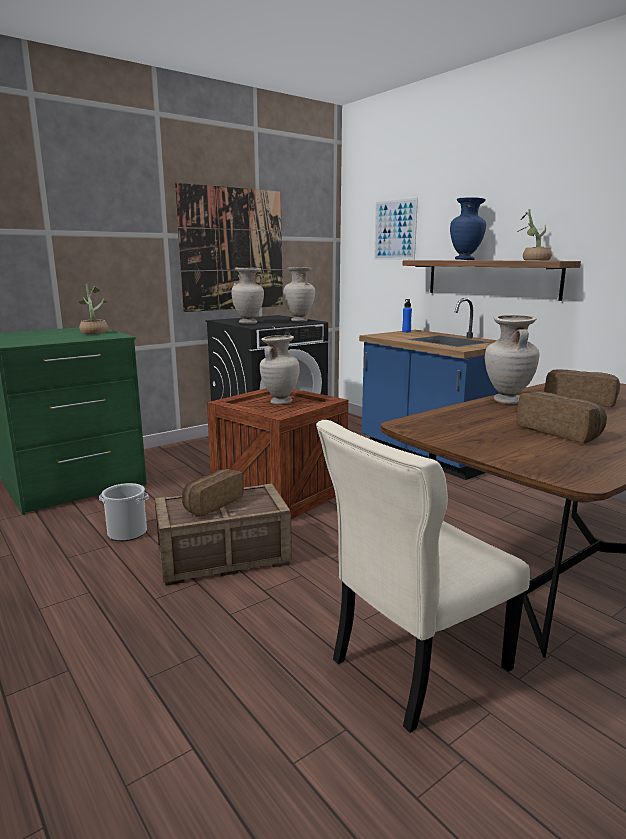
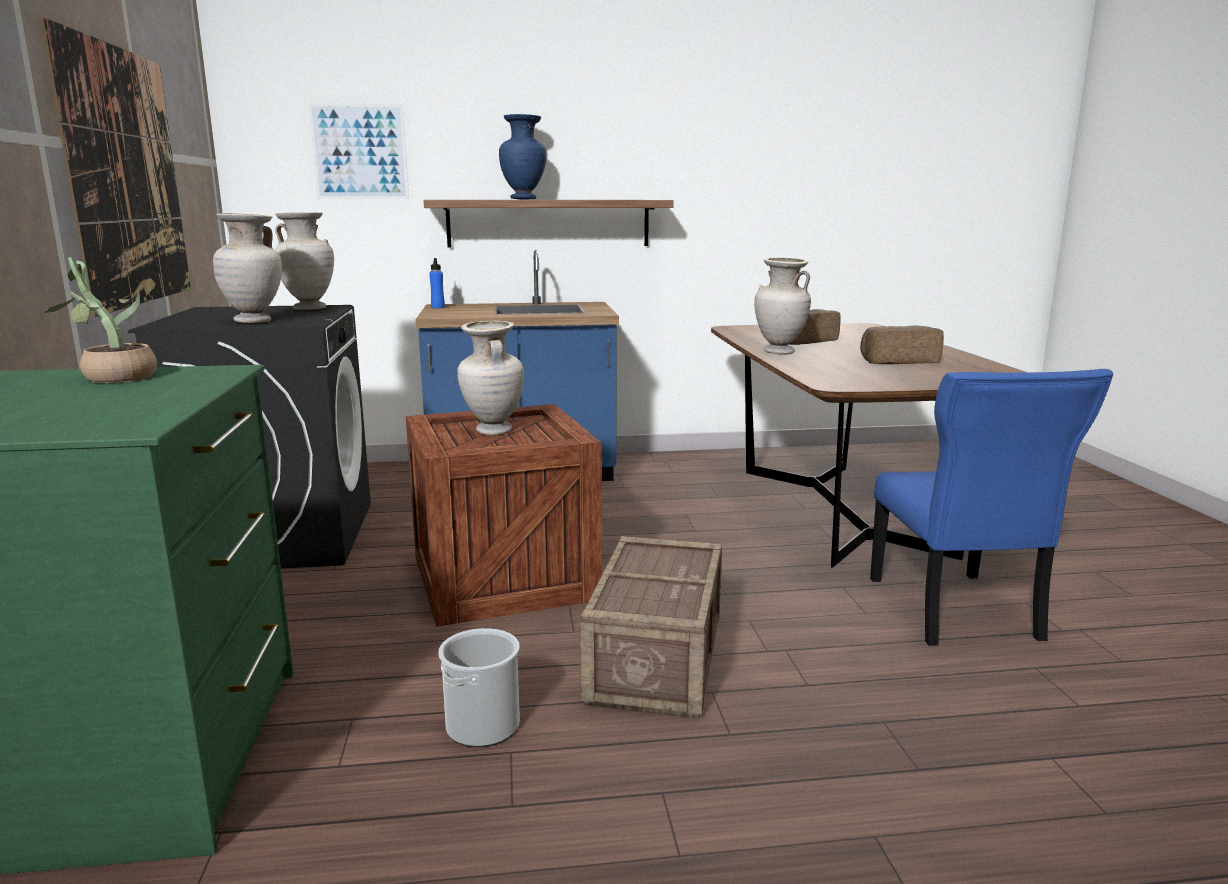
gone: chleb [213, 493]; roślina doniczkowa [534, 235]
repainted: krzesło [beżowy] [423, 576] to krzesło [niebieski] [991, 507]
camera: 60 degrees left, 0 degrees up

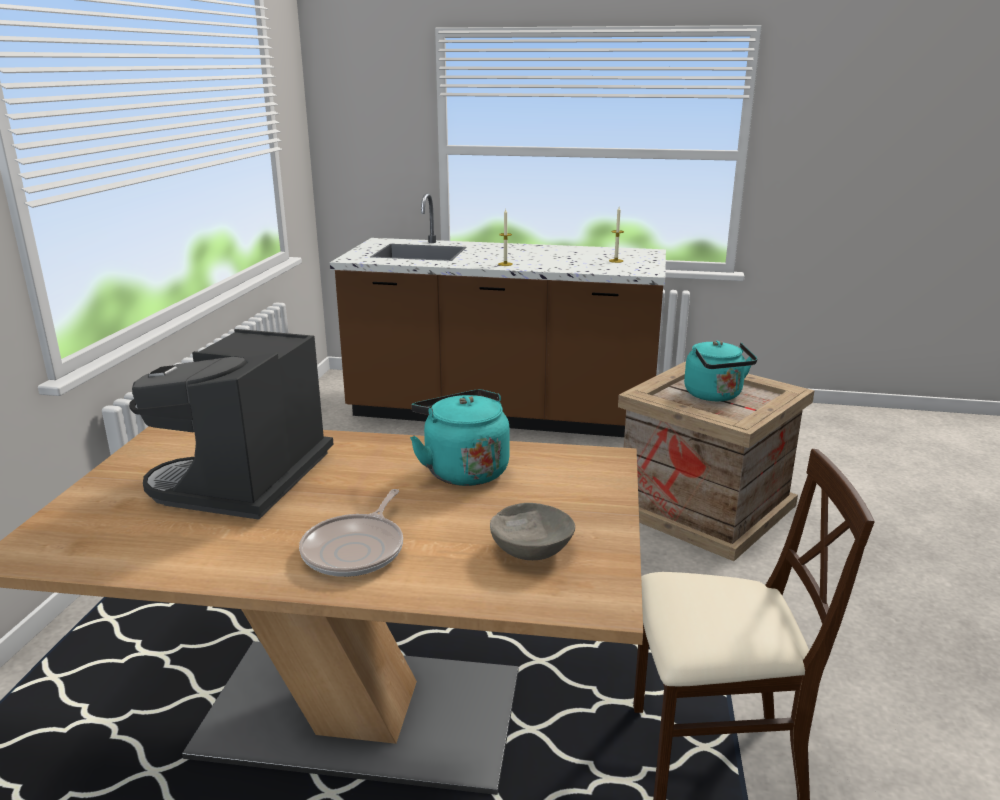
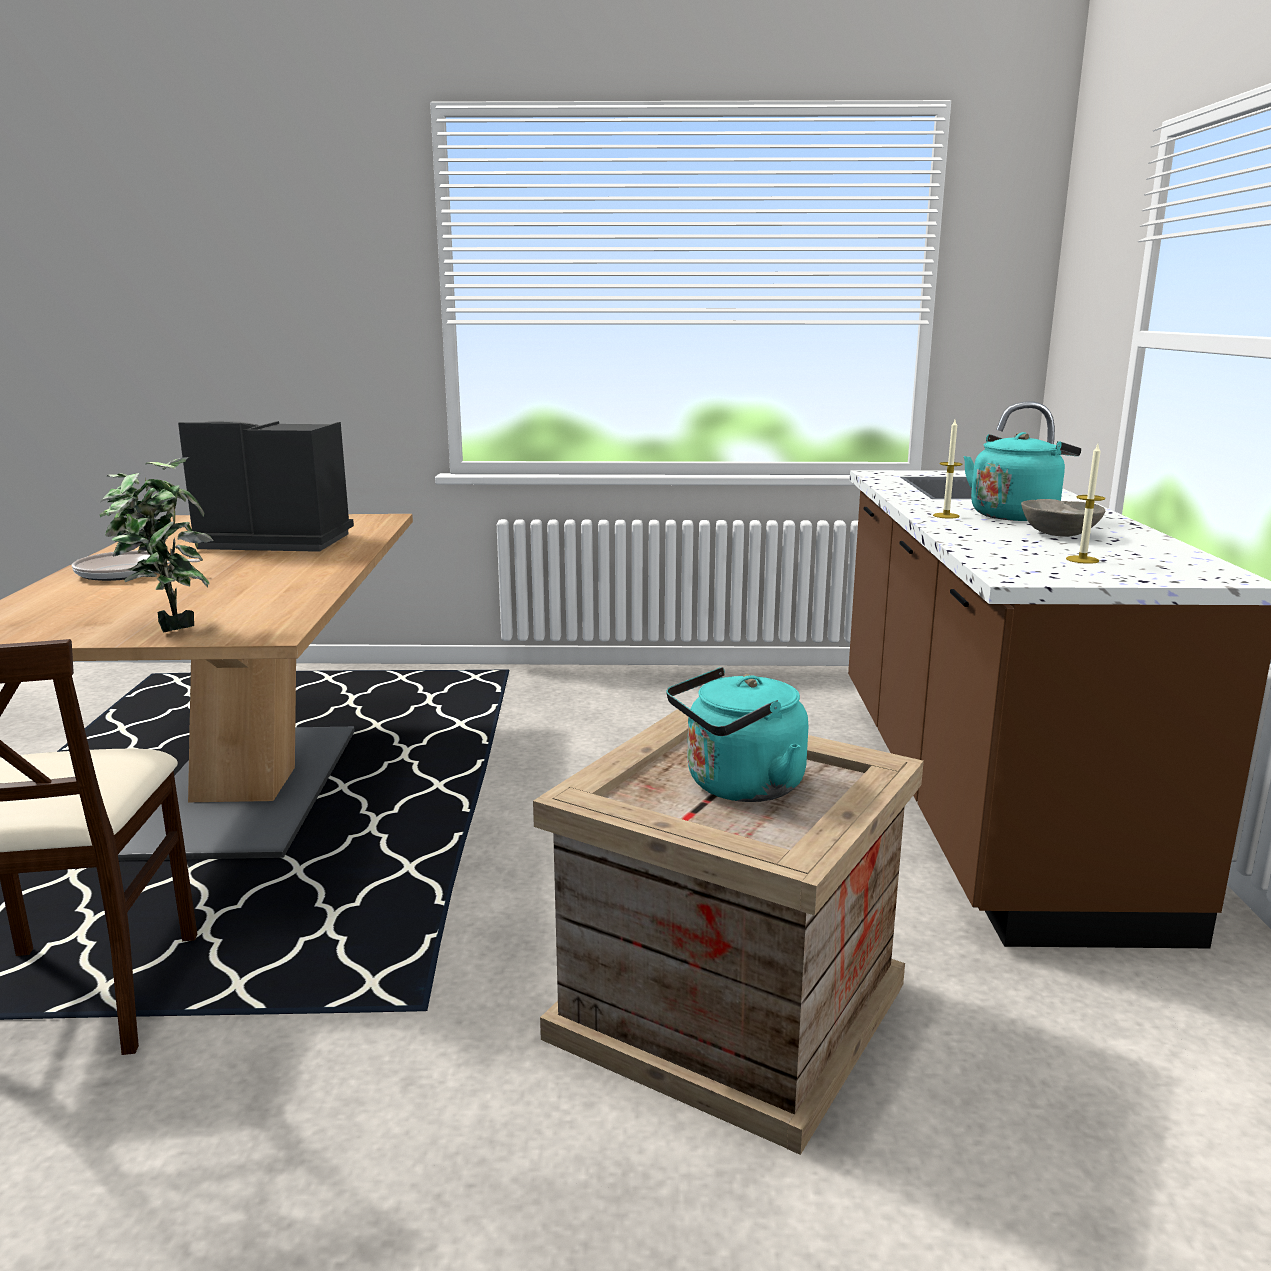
new: roślina doniczkowa [156, 544]
shifted: czajnik [turkusowy] [460, 437] to [1022, 476]; miska [szary] [532, 531] to [1063, 518]
camera: 80 degrees right, 5 degrees down

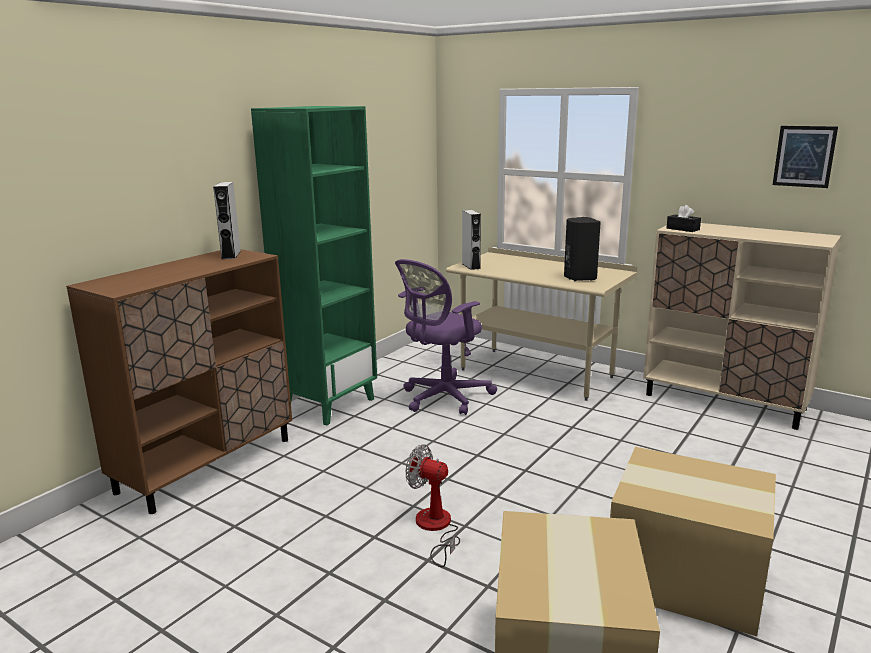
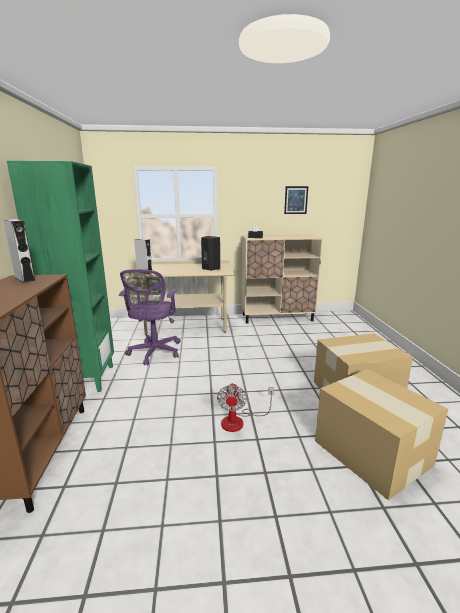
rotated: wentylator [433, 505] = [245, 407] 75 degrees counterclockwise
camera: 40 degrees left, 0 degrees up

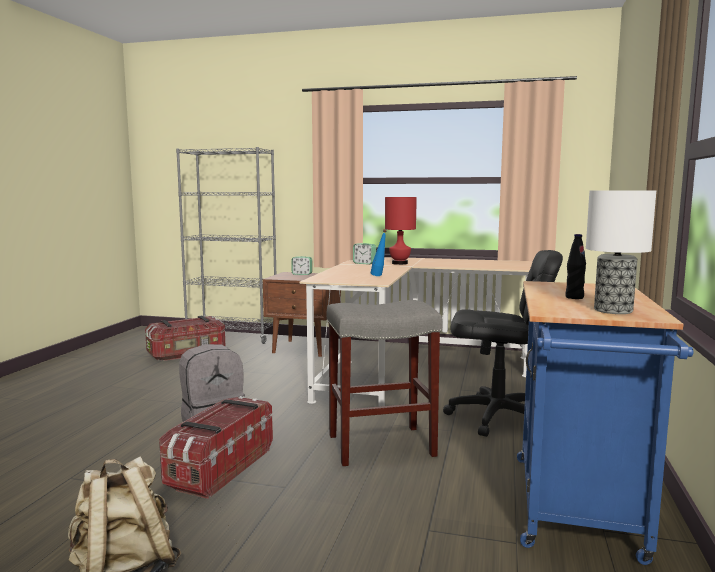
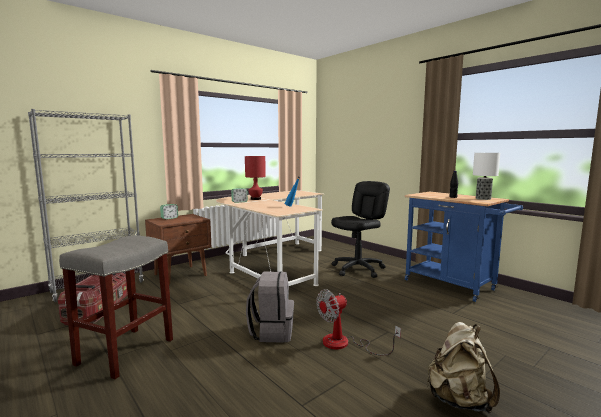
shifted: stołek [szary] [384, 383] to [116, 307]
swapped: pojemnik do przechowywania [216, 447] to wentylator [358, 322]
camera: 55 degrees left, 0 degrees up

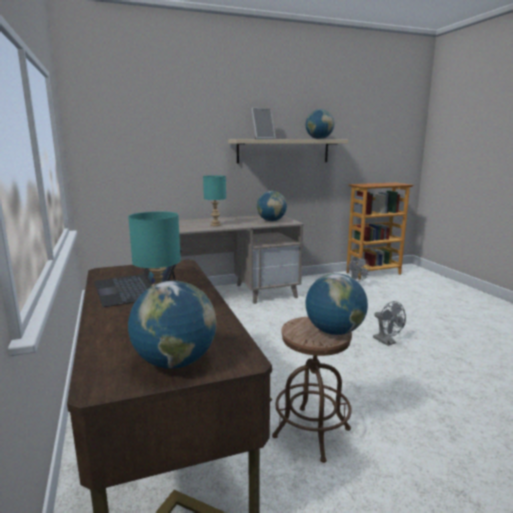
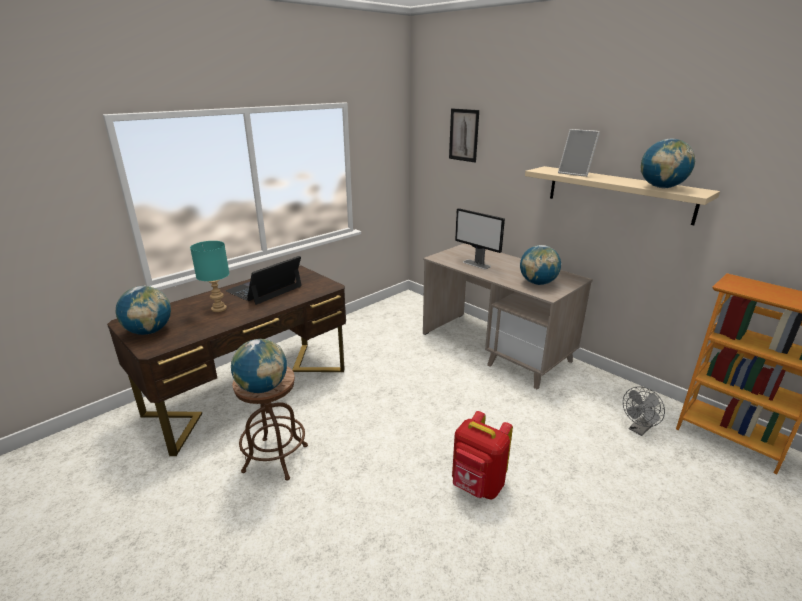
new: obraz [464, 135]
swapped: lampa stołowa [turkusowy] [214, 200] to monitor [480, 238]; wentylator [szary] [389, 323] to plecak [czerwony] [482, 455]
camera: 65 degrees right, 10 degrees up

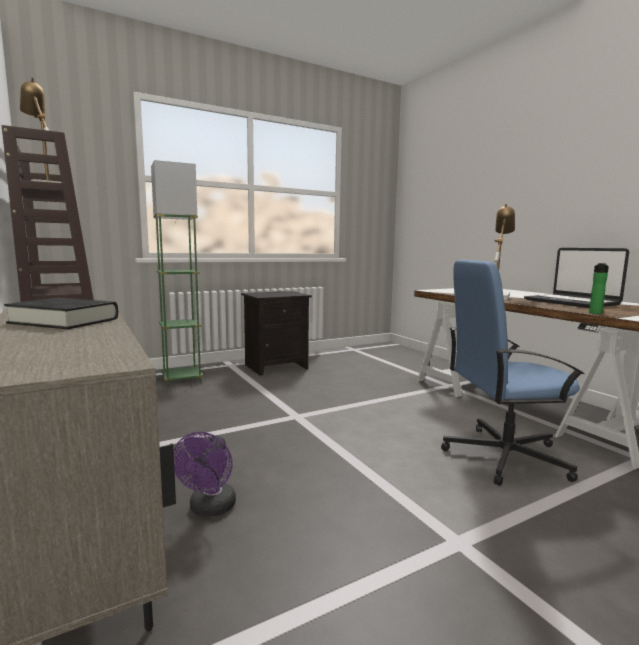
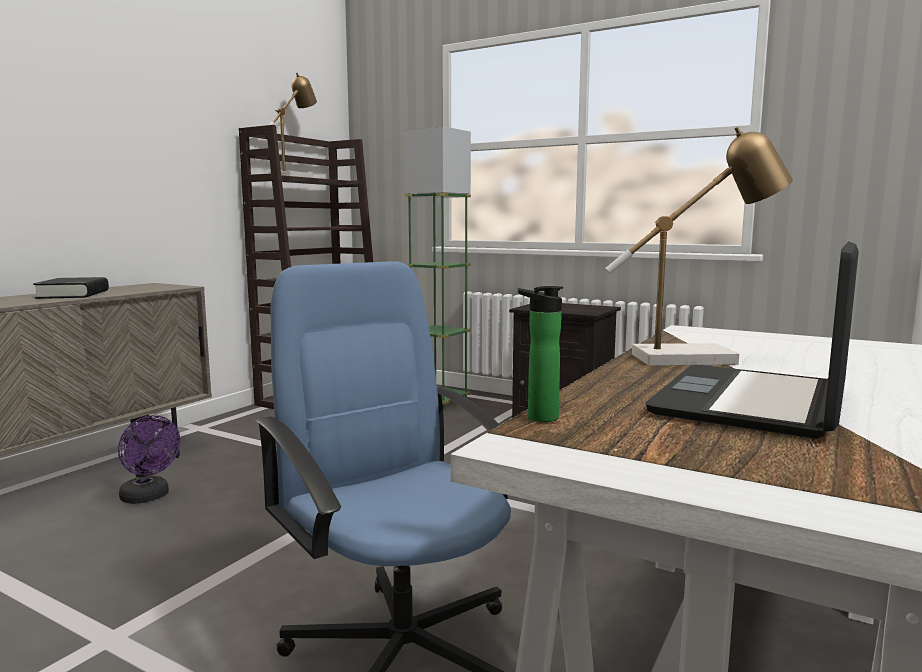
rotated: wentylator [fioletowy] [204, 474] = [149, 459] 120 degrees counterclockwise
camera: 60 degrees right, 0 degrees up

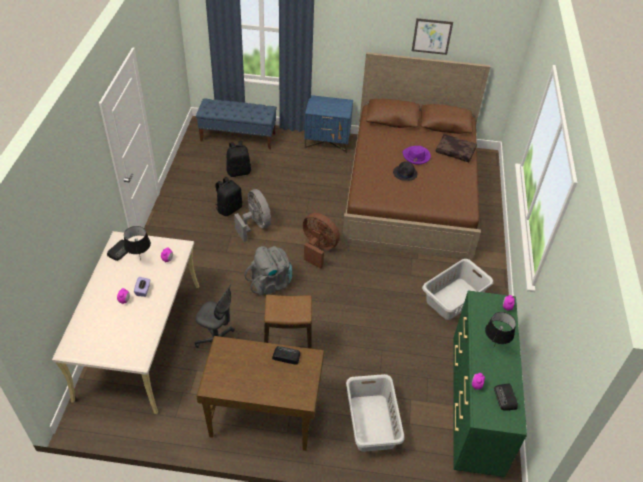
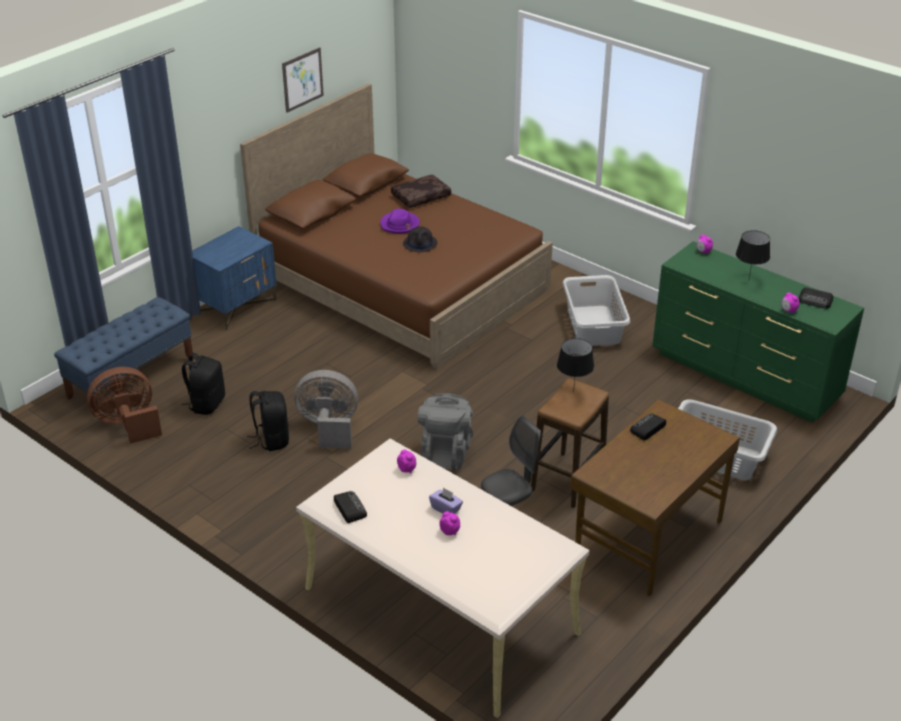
shifted: lampa stołowa [czarny] [137, 242] to [575, 365]; wentylator [brązowy] [321, 241] to [124, 405]
camera: 55 degrees left, 10 degrees down

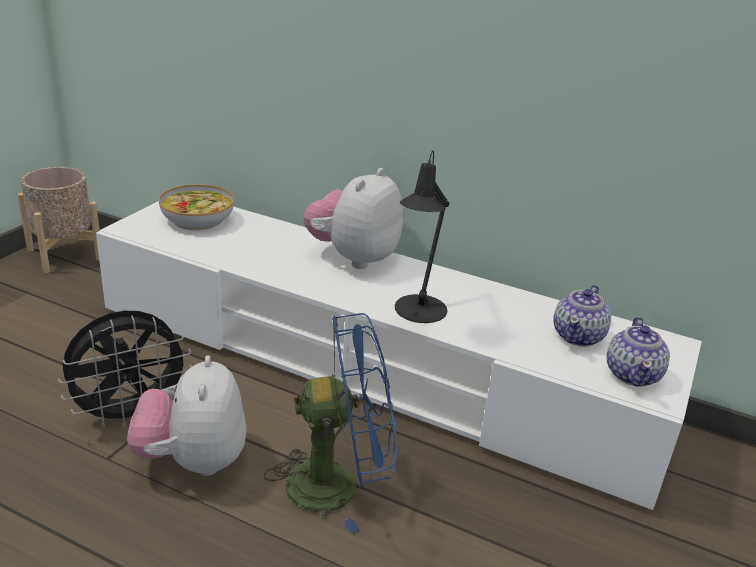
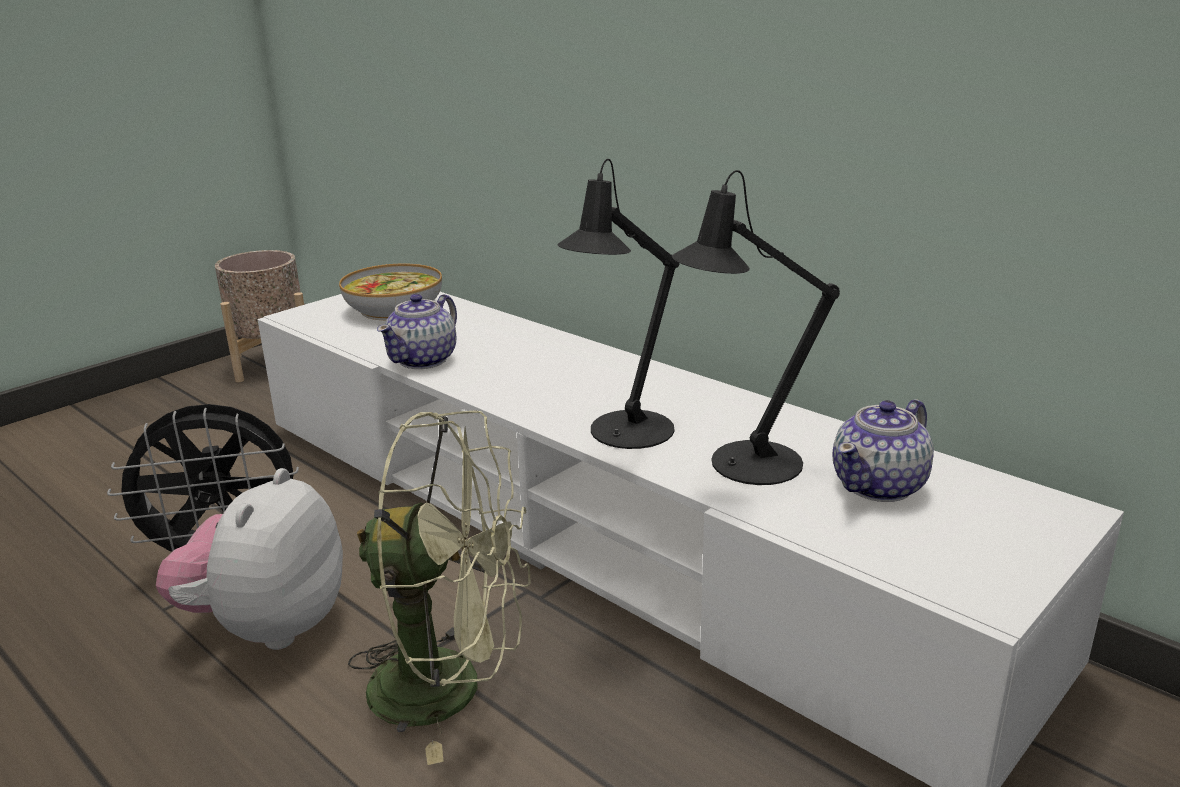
gone: pluszak [353, 218]
new: lampa stołowa [czarny] [756, 327]
shifted: imbryk [638, 352] to [417, 331]
repainted: wentylator [niebieski] [330, 423] to wentylator [zielony] [439, 587]
camera: 20 degrees right, 5 degrees down

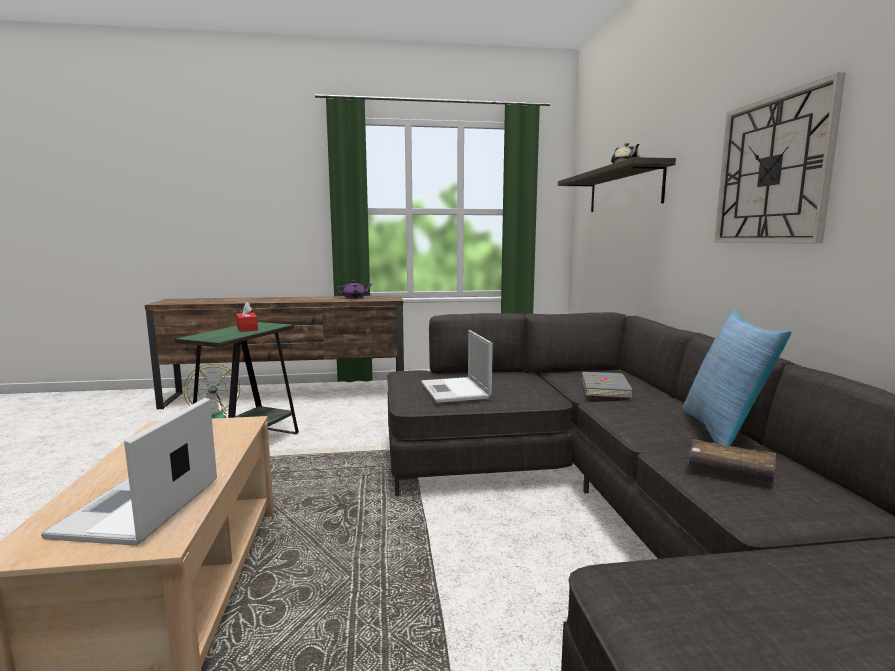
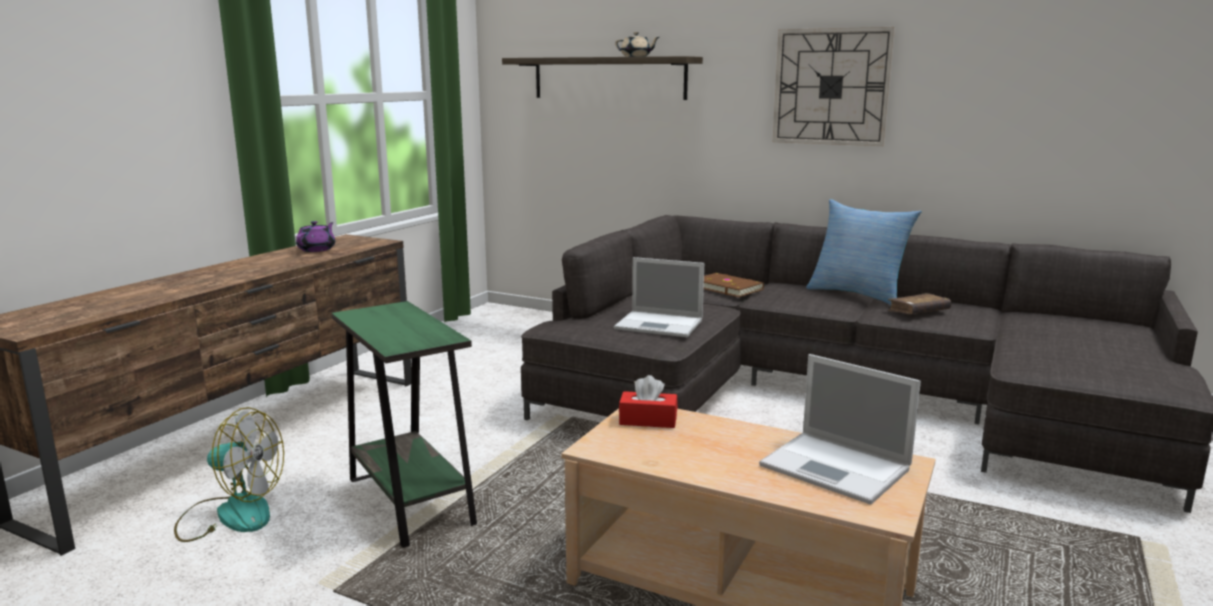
shifted: pudełko chusteczek [czerwony] [247, 317] to [648, 401]
repainted: książka [szary] [608, 385] to książka [brązowy] [734, 285]
camera: 55 degrees left, 5 degrees up

